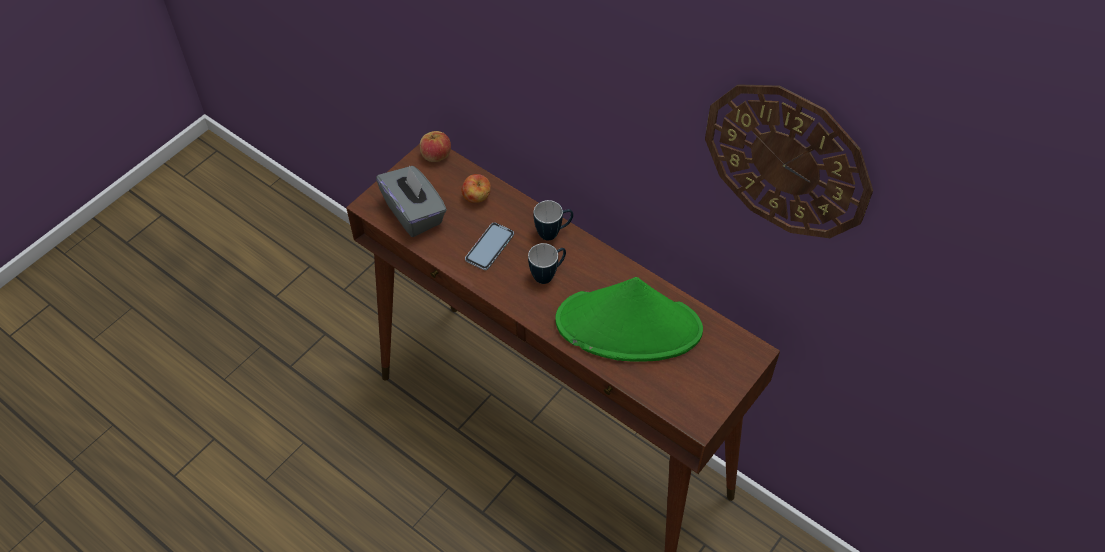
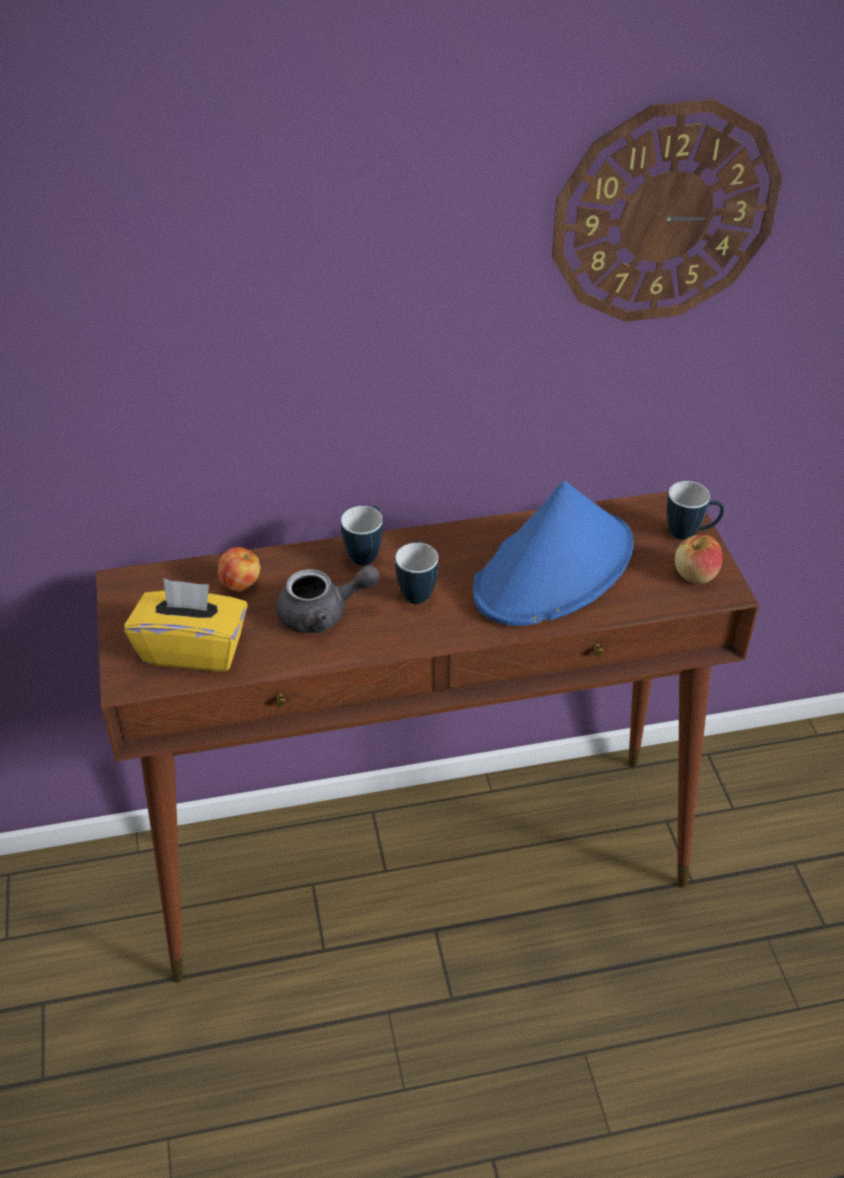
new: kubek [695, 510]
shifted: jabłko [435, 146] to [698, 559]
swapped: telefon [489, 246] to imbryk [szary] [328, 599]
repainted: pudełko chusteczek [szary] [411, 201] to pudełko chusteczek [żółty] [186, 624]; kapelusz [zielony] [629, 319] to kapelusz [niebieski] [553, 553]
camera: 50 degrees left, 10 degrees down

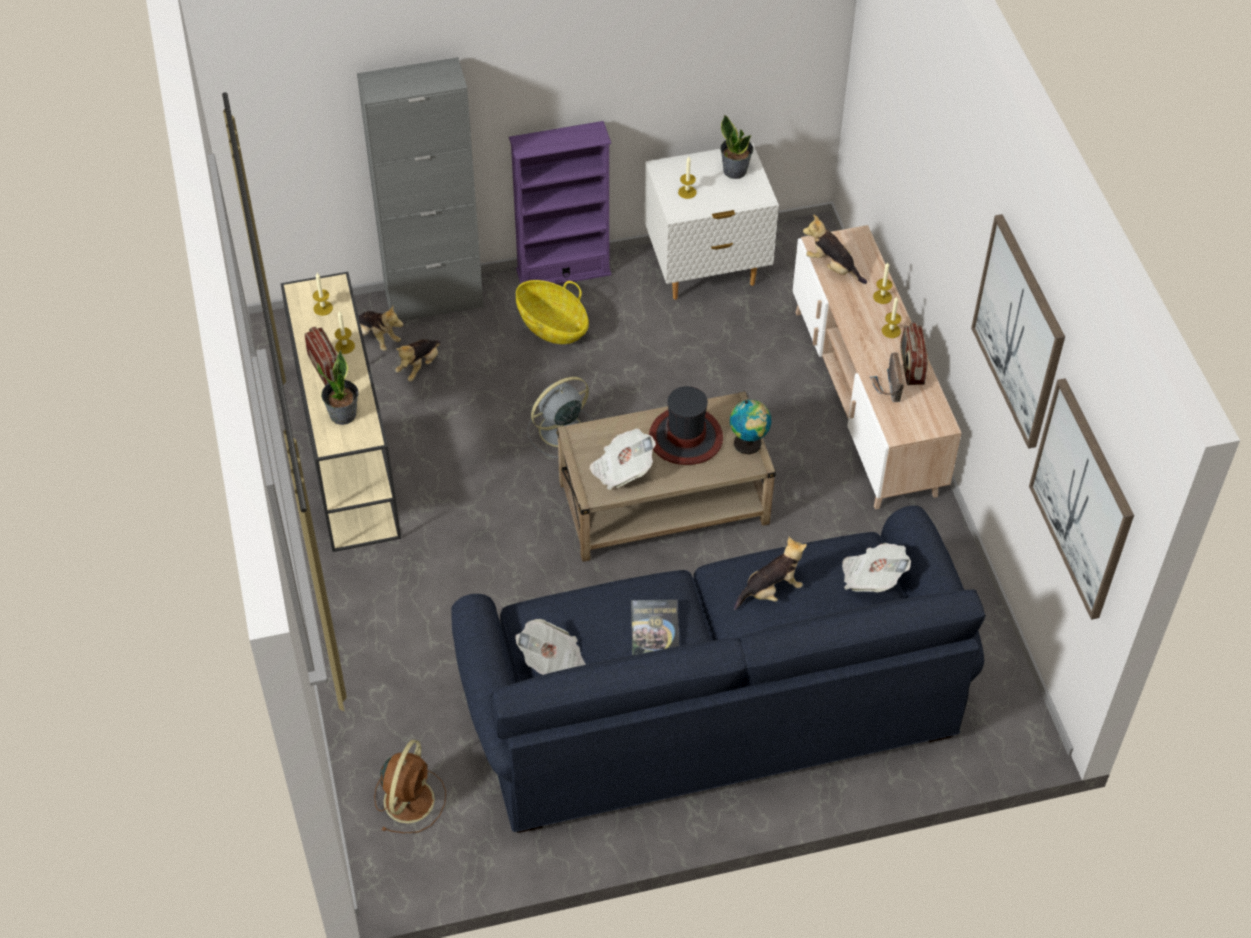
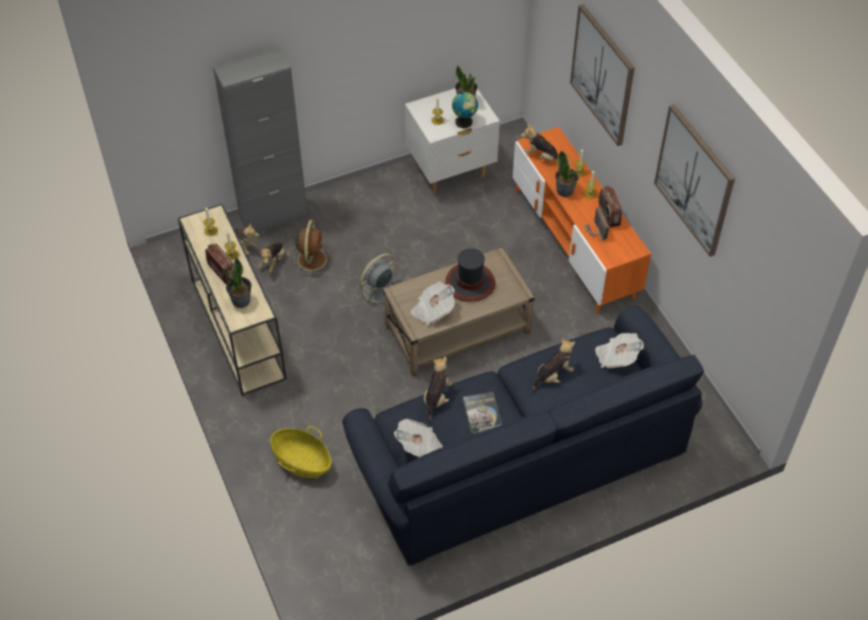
gone: regał [fioletowy] [560, 203]
new: pluszak [438, 389]; roślina doniczkowa [567, 173]
shifted: wentylator [brązowy] [410, 786] to [312, 248]; koszyk [552, 312] to [301, 452]; globus [750, 427] to [465, 110]; obraz [1081, 499] to [602, 75]
repainted: szafka pod telewizor [beżowy] [877, 367] to szafka pod telewizor [pomarańczowy] [582, 220]
camera: 10 degrees left, 0 degrees up

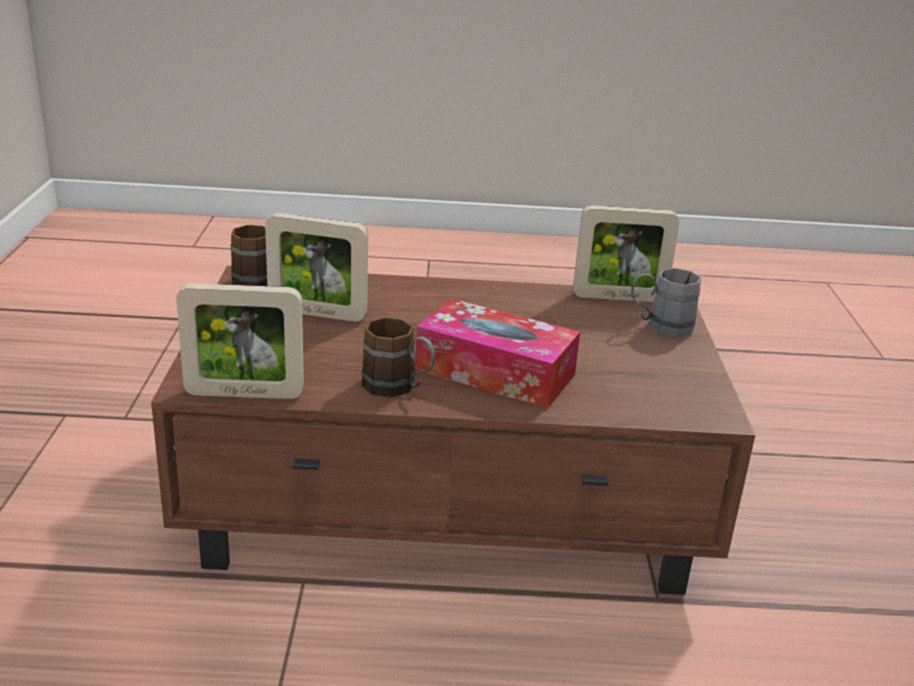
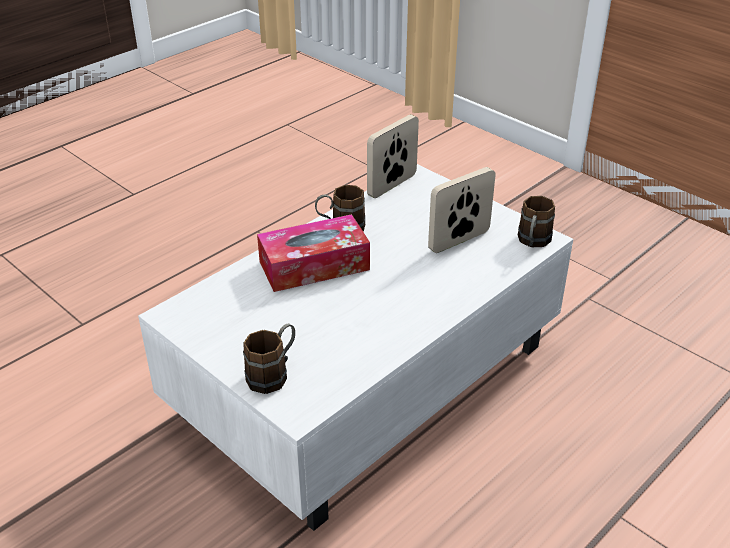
gone: ramka na zdjęcie [626, 253]
repainted: ława [brązowy] [453, 430] to ława [biały] [355, 347]; kubek [szary] [666, 302] to kubek [brązowy] [269, 359]
camera: 135 degrees right, 10 degrees up

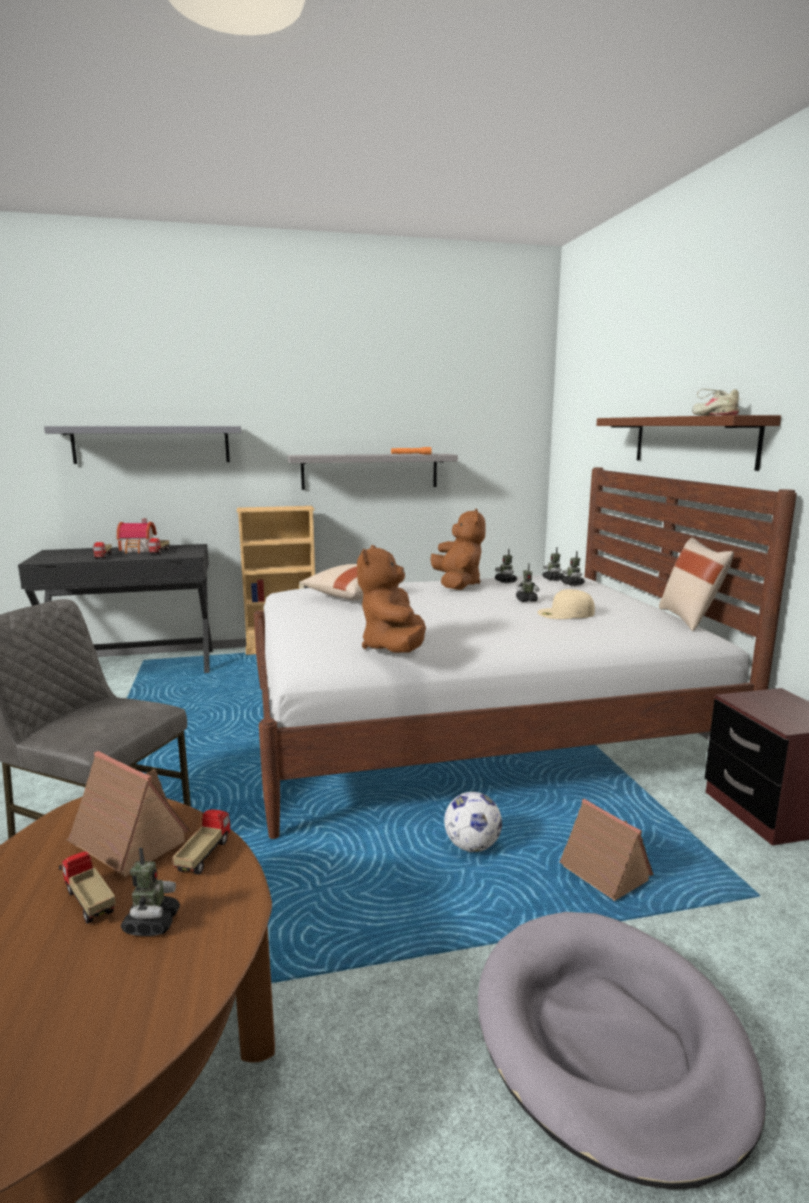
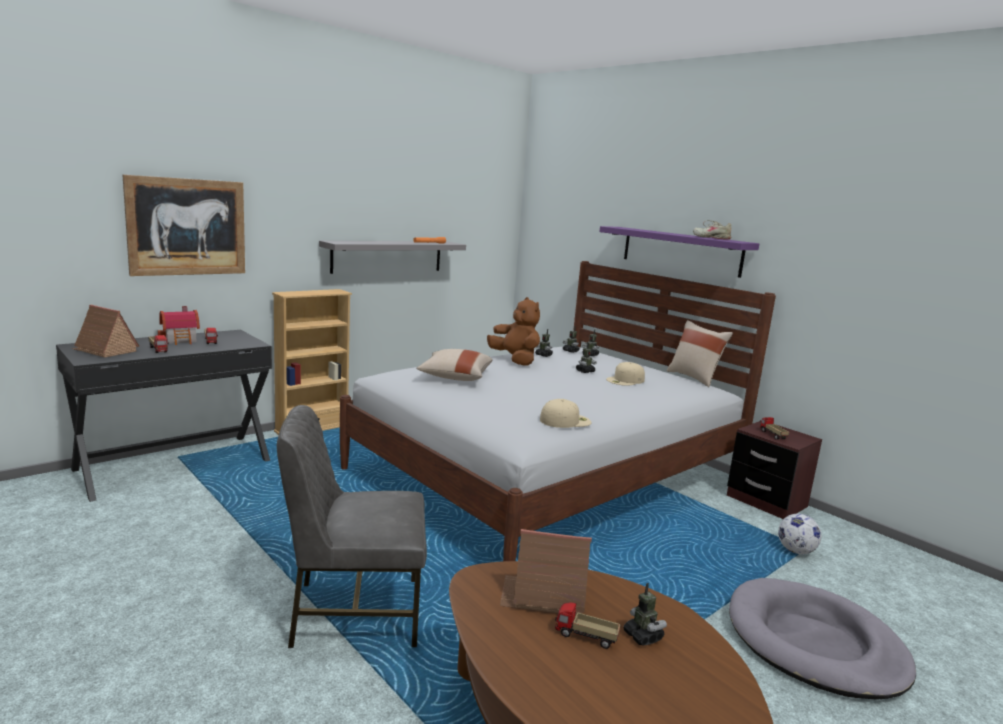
shifted: ciężarówka zabawkowa [201, 842] to [774, 428]; piłka futbolowa [473, 822] to [799, 534]; domek [607, 850] to [105, 331]
swapped: półka [szary] [142, 445] to obraz [184, 225]; pluszak [brązowy] [391, 599] to czapka z daszkiem [beżowy] [565, 413]
repainted: półka [brązowy] [688, 443] to półka [fioletowy] [679, 252]
camera: 30 degrees left, 0 degrees up

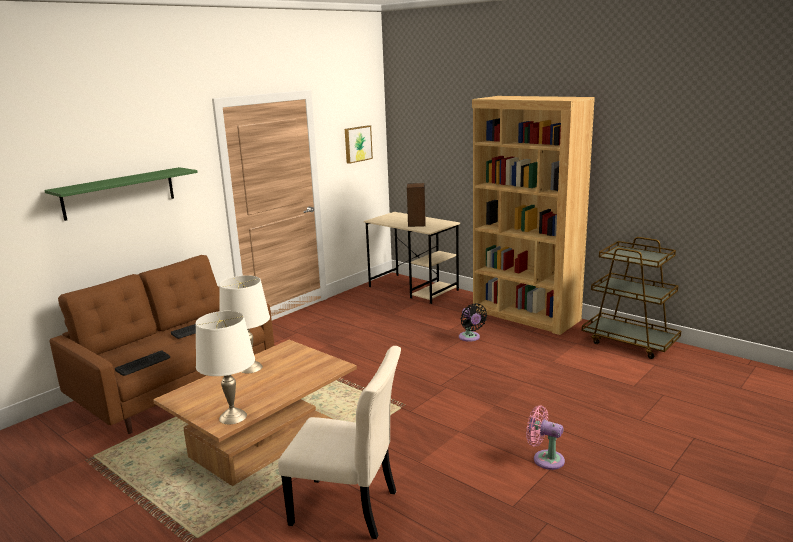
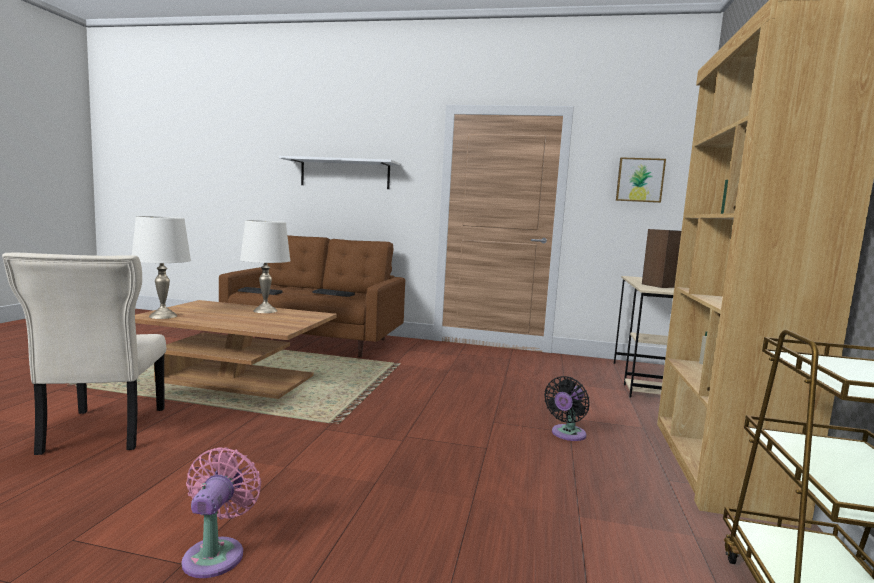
repainted: półka [zielony] [121, 194] to półka [biały] [339, 172]
camera: 60 degrees right, 10 degrees down

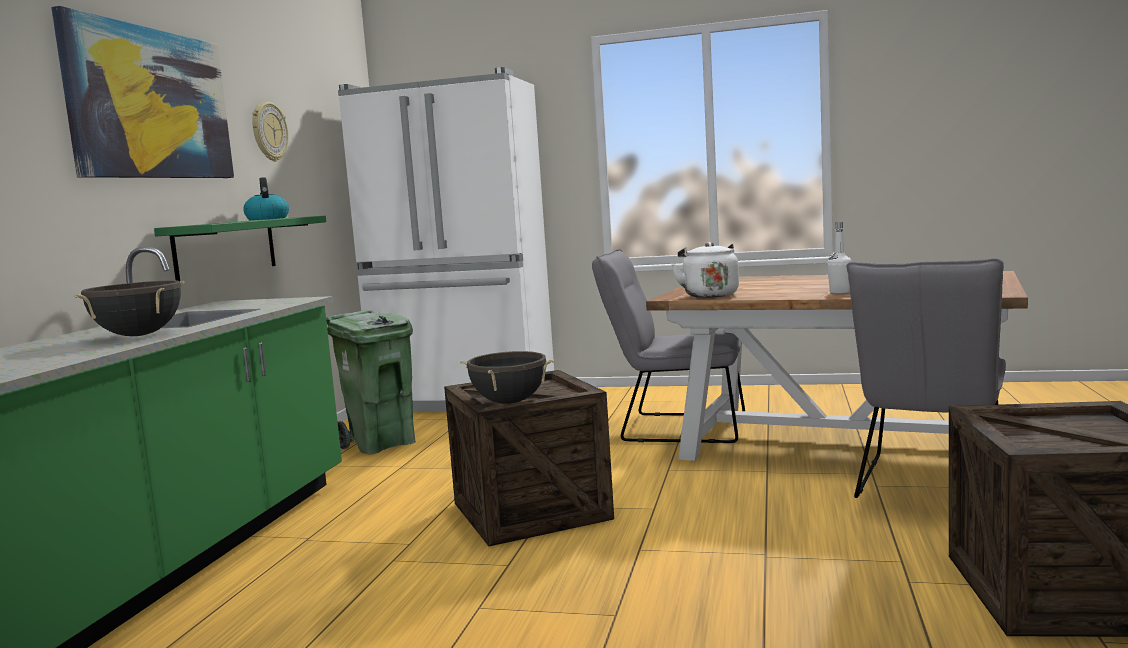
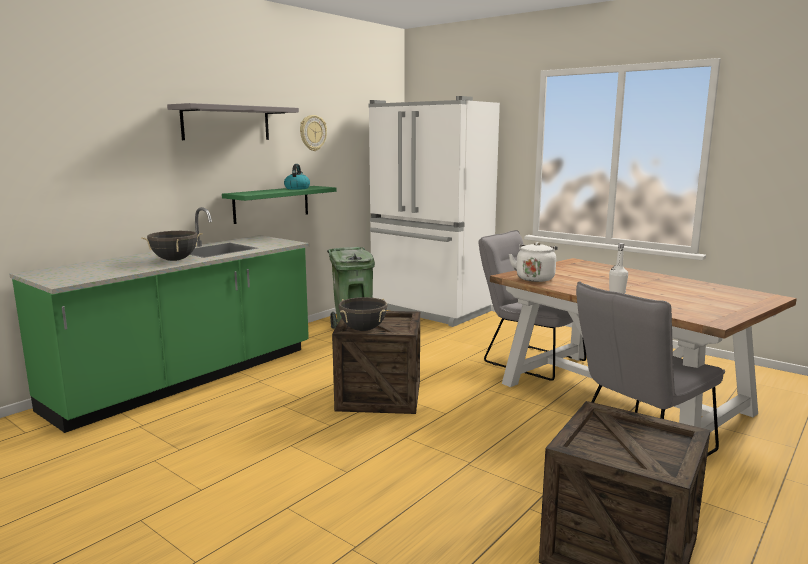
swapped: obraz [142, 92] to półka [szary] [233, 121]
camera: 25 degrees right, 5 degrees up

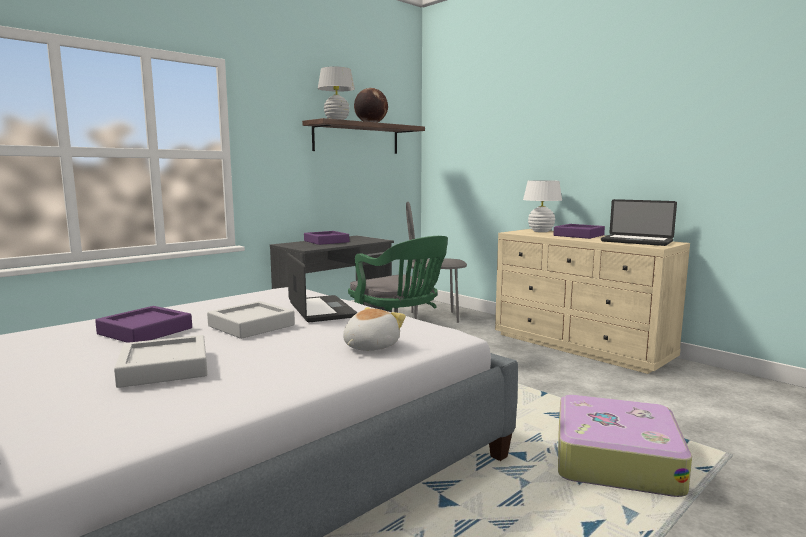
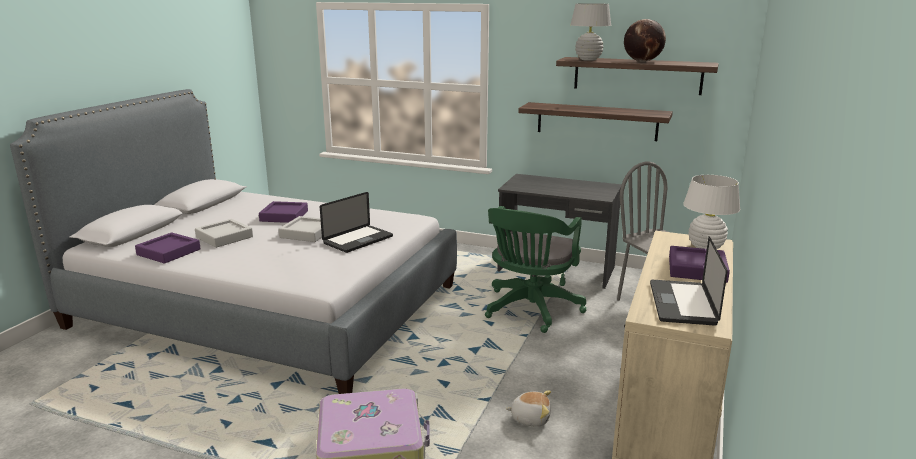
new: półka [595, 121]
shifted: taca [fioletowy] [326, 238] to [168, 248]; pluszak [374, 329] to [528, 409]
camera: 65 degrees right, 10 degrees up

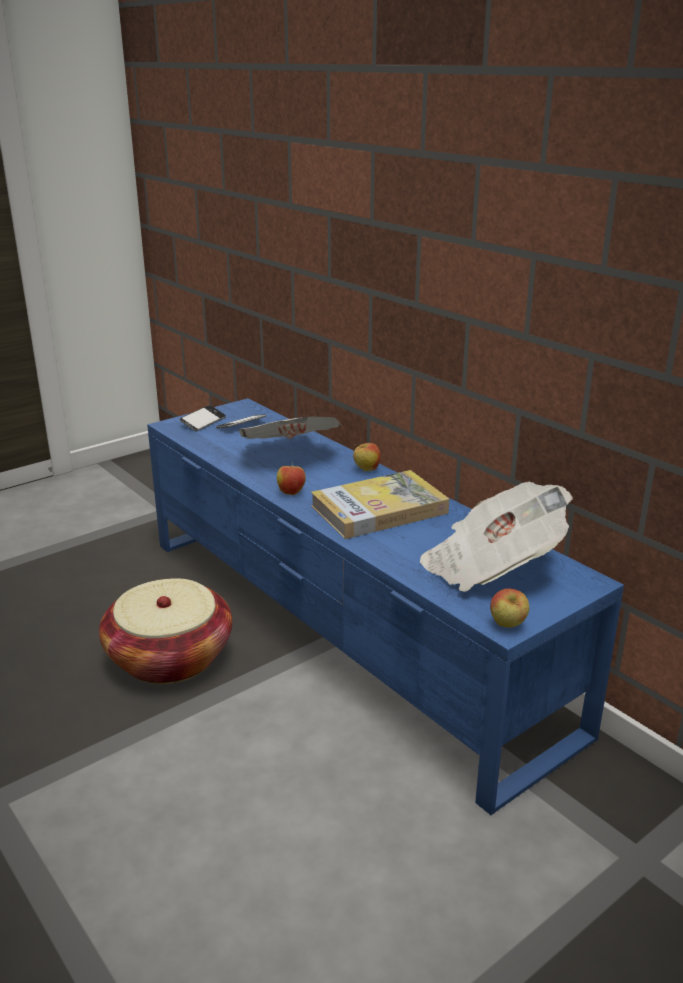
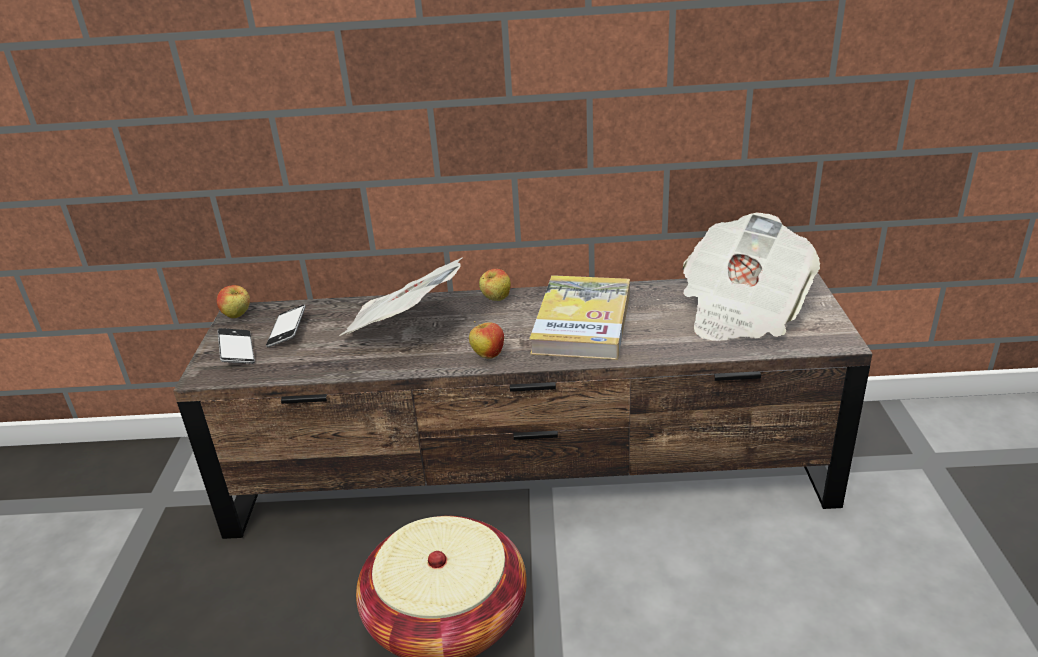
shifted: jabłko [509, 608] to [233, 301]
repainted: szafka pod telewizor [niebieski] [385, 606] to szafka pod telewizor [brązowy] [523, 406]
camera: 50 degrees left, 5 degrees up

